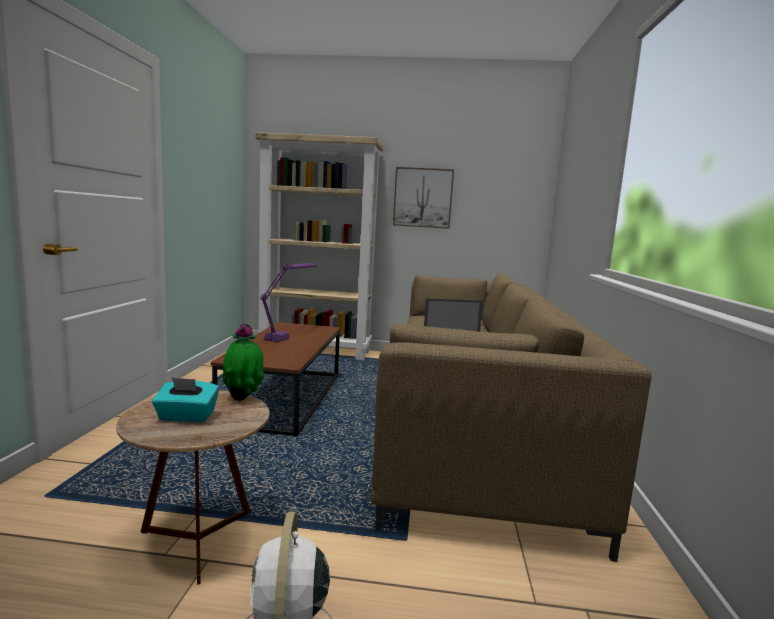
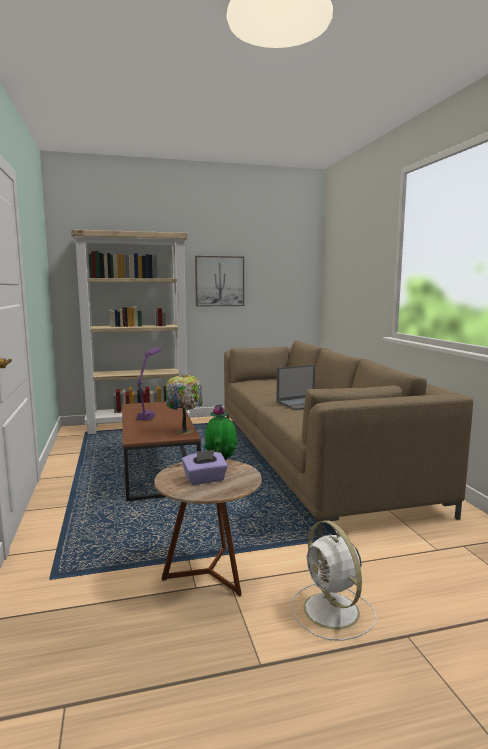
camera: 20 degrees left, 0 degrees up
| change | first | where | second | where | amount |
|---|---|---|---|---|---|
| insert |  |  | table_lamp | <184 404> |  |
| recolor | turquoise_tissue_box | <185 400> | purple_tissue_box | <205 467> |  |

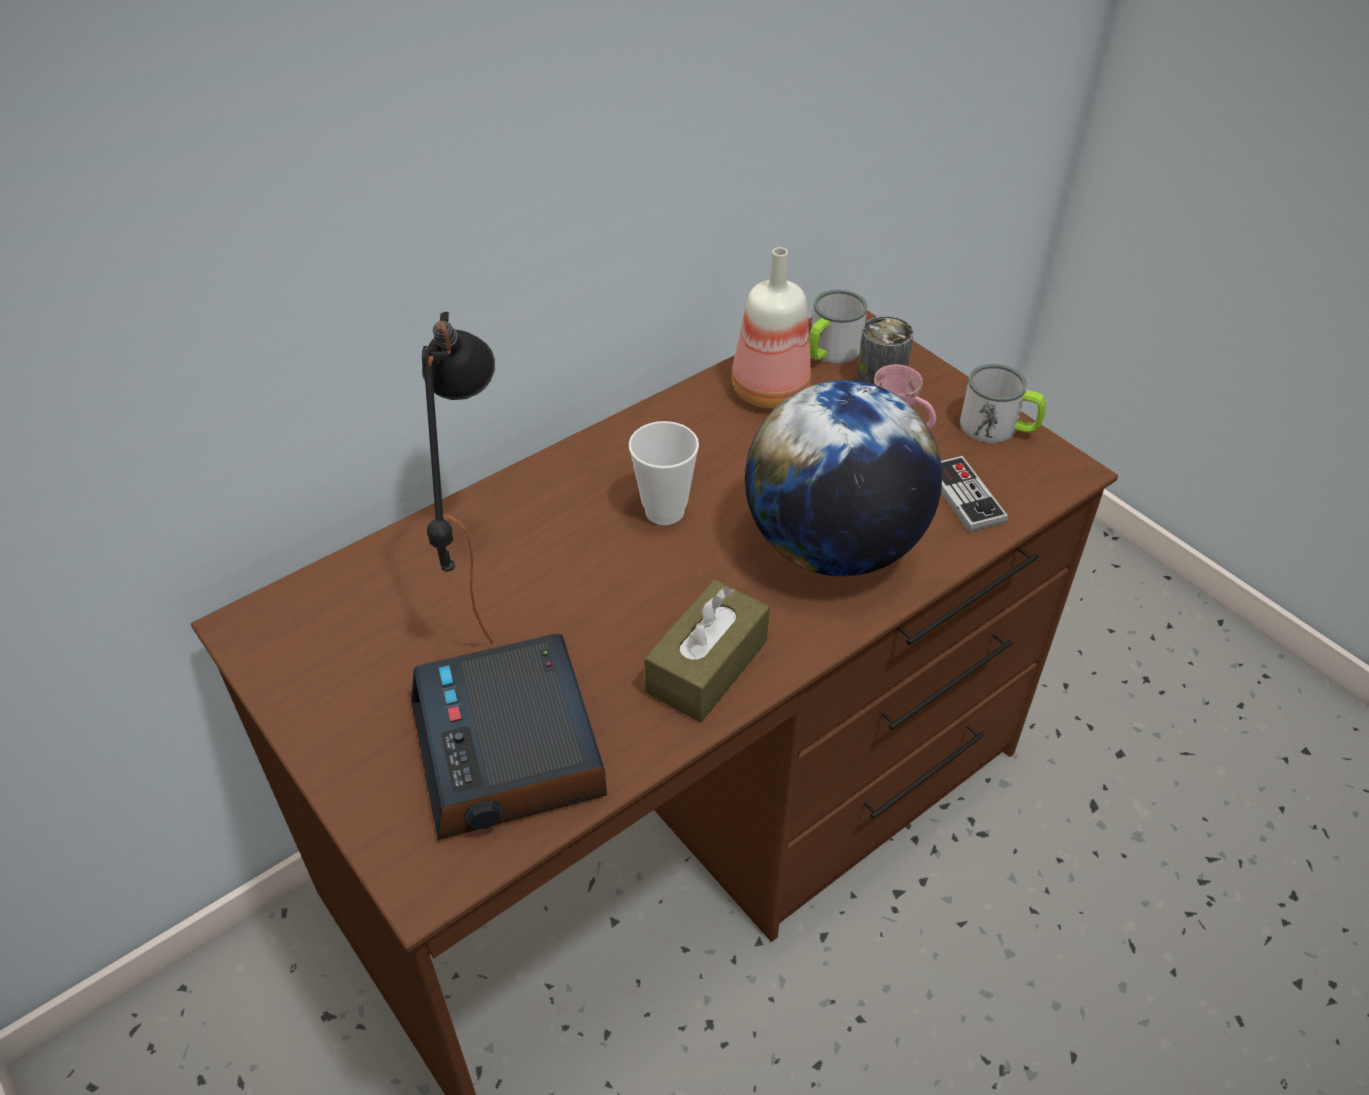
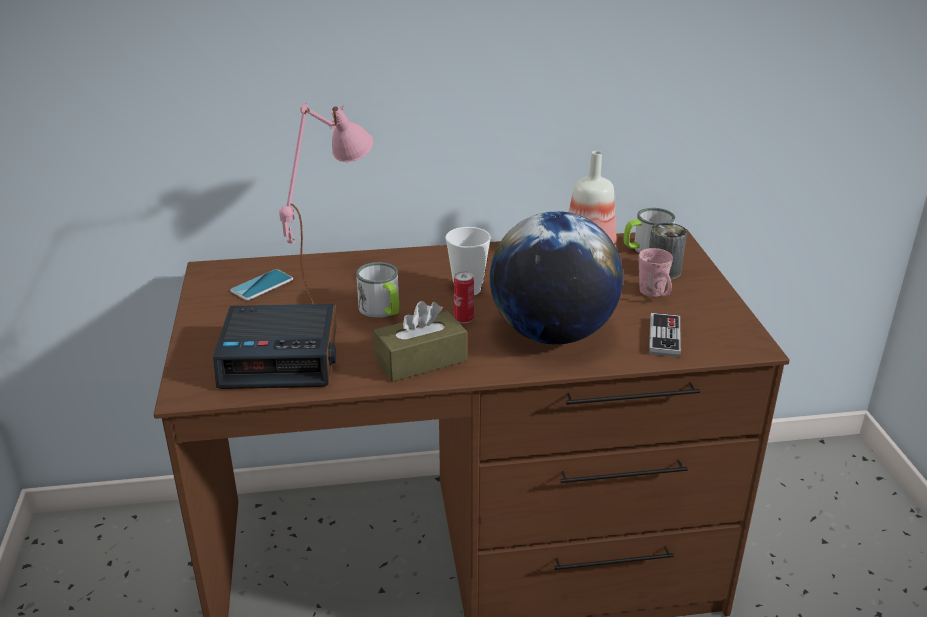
camera: 30 degrees right, 15 degrees down
| change | first | where | second | where | amount |
|---|---|---|---|---|---|
| rotate | alarm_clock | <509 737> |  | <274 346> | 105 degrees counterclockwise |
| insert |  |  | phone | <261 284> |  |
| recolor | black_table_lamp | <458 478> | pink_table_lamp | <326 203> |  |
| move | mug | <1003 403> |  | <377 290> |  |
| insert |  |  | can | <464 297> |  |

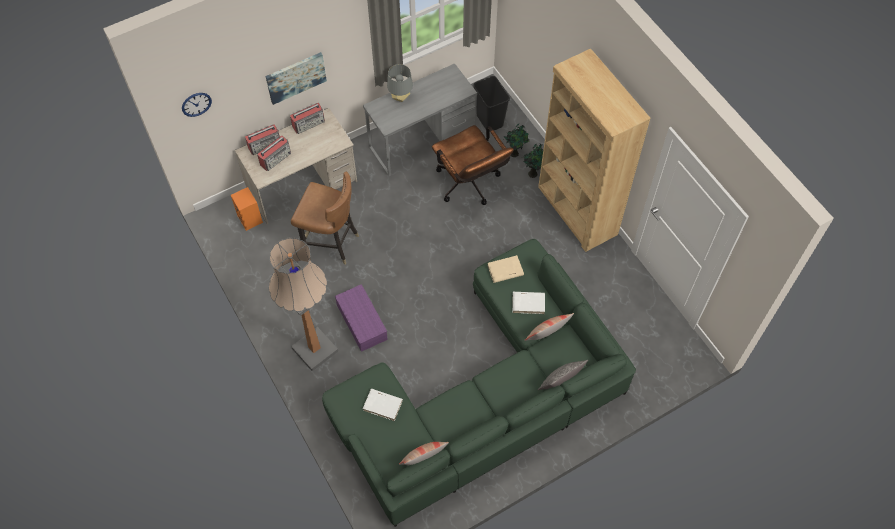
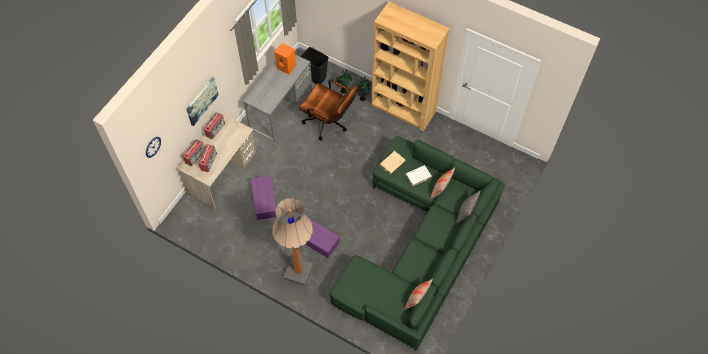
camera: 30 degrees left, 0 degrees up
| change | first | where | second | where | amount |
|---|---|---|---|---|---|
| replace | brown_chair | <325 218> | purple_storage_box | <263 198> |  |
| move | orange_speaker | <247 209> |  | <285 58> |  |
| delete | white_book | <383 404> |  |  |  |
| delete | grey_table_lamp | <400 83> |  |  |  |

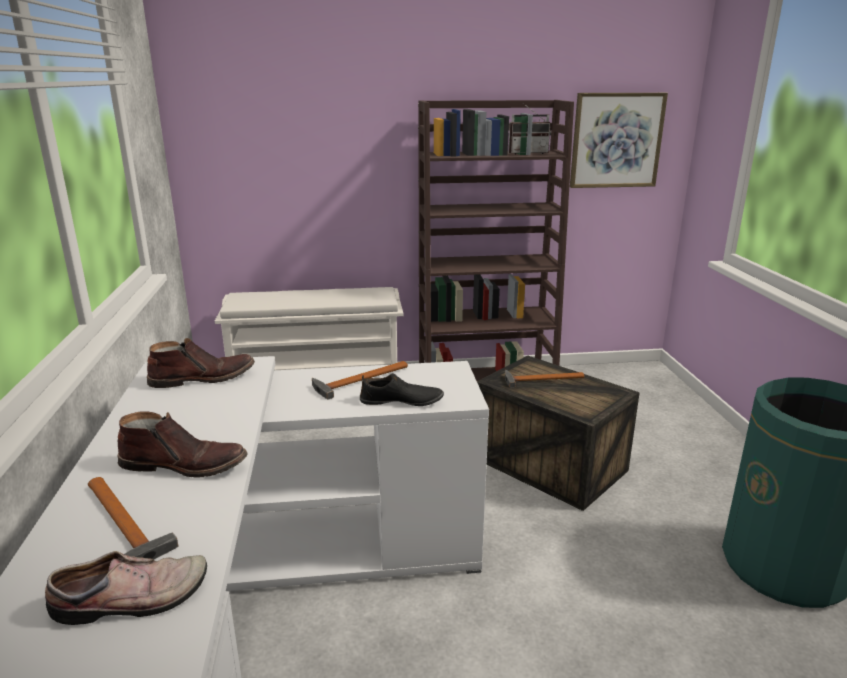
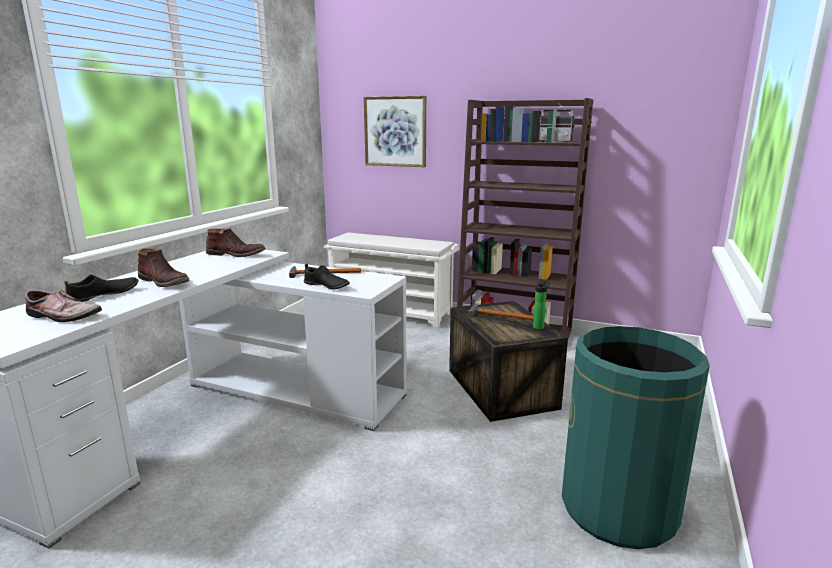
camera: 30 degrees right, 5 degrees down
| change | first | where | second | where | amount |
|---|---|---|---|---|---|
| replace | hammer | <133 518> | black_shoe | <101 288> |  |
| move | picture | <619 140> |  | <395 131> |  |
| insert |  |  | bottle | <541 305> |  |

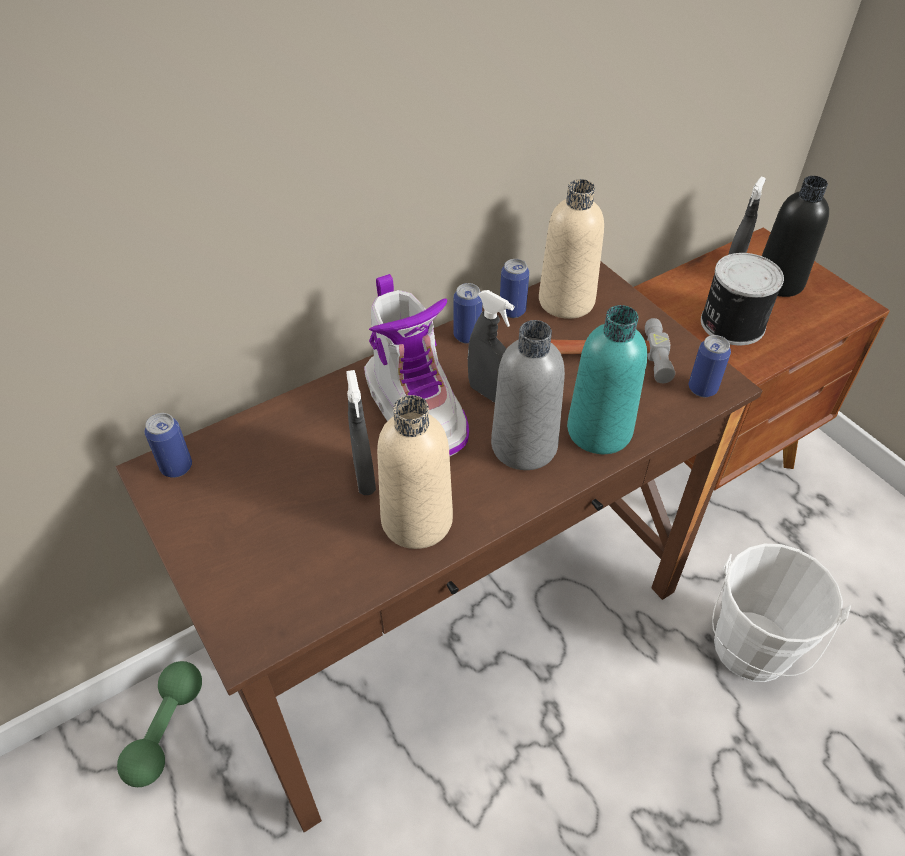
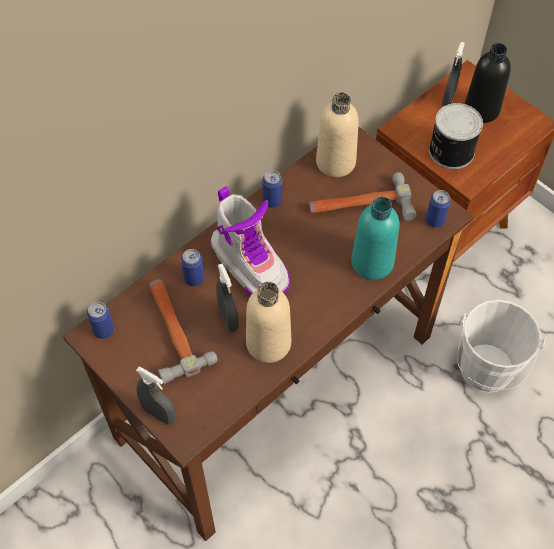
camera: 10 degrees left, 10 degrees up
| change | first | where | second | where | amount |
|---|---|---|---|---|---|
| move | grey_spray_bottle | <491 346> |  | <156 396> |  |
| insert |  |  | hammer | <183 331> |  |
| move | can | <514 288> |  | <193 267> |  |
| delete | green_dumbbell | <159 724> |  |  |  |
| delete | grey_bottle | <528 395> |  |  |  |

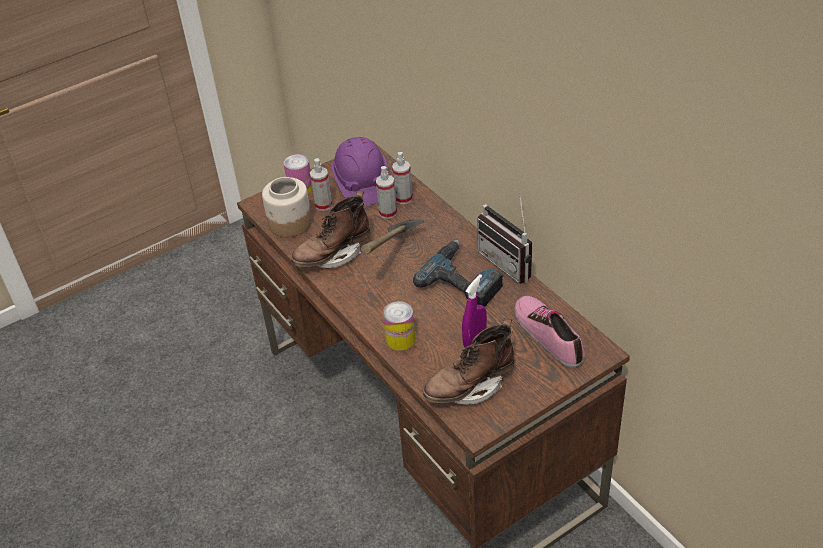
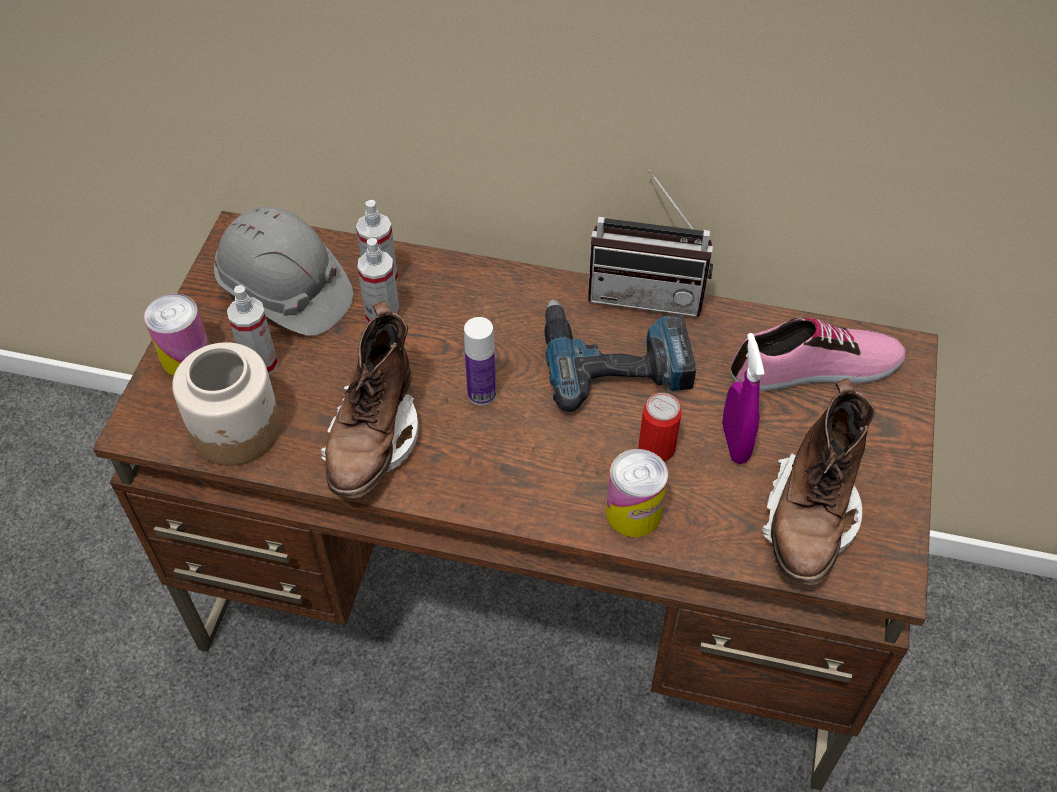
camera: 45 degrees left, 10 degrees up
| change | first | where | second | where | amount |
|---|---|---|---|---|---|
| recolor | purple_hard_hat | <360 171> | grey_hard_hat | <283 271> |  |
| replace | hammer | <392 237> | bottle | <480 361> |  |
| insert |  |  | can | <659 427> |  |
| rotate | shoe | <550 332> |  | <818 354> | 150 degrees clockwise |

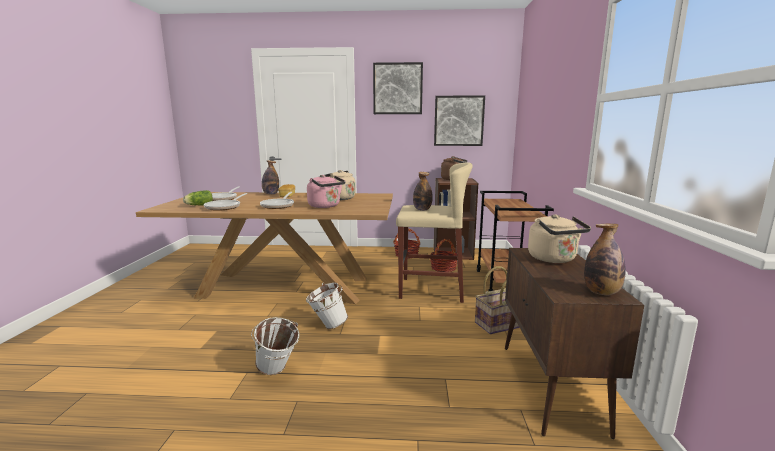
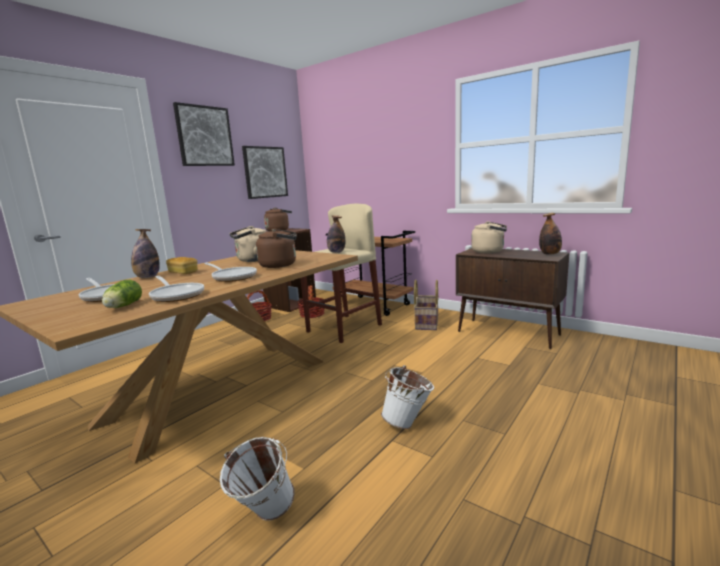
camera: 55 degrees left, 0 degrees up
| change | first | where | second | where | amount |
|---|---|---|---|---|---|
| move | white_bucket | <327 306> |  | <257 479> |  |
| recolor | pink_kettle | <326 191> | brown_kettle | <276 248> |  |

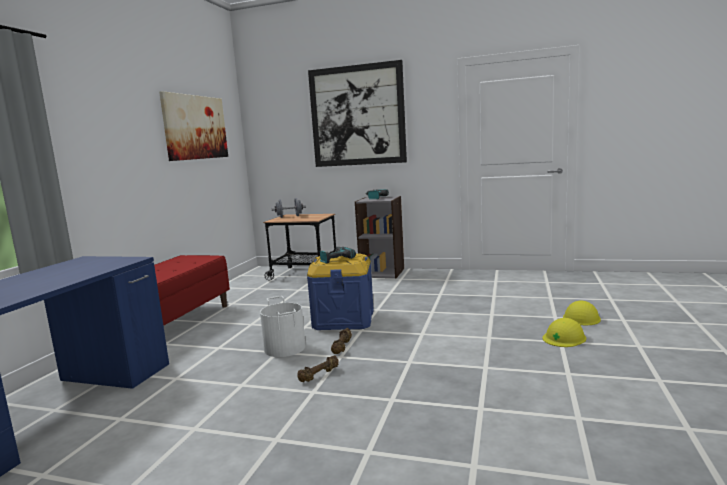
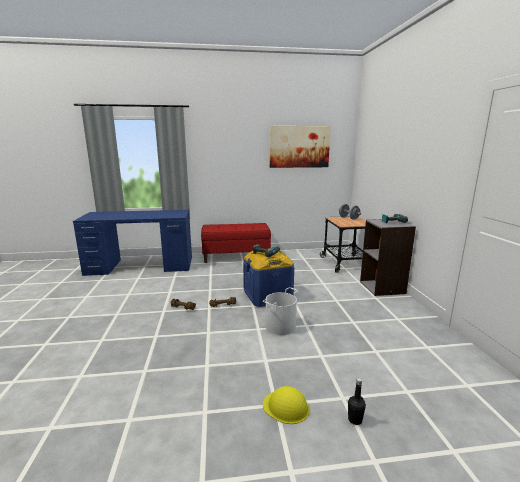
camera: 65 degrees right, 5 degrees up
| change | first | where | second | where | amount |
|---|---|---|---|---|---|
| move | white_bucket | <283 326> |  | <281 311> |  |
| replace | yellow_hard_hat | <582 313> | black_bottle | <357 401> |  |
| delete | picture | <357 113> |  |  |  |

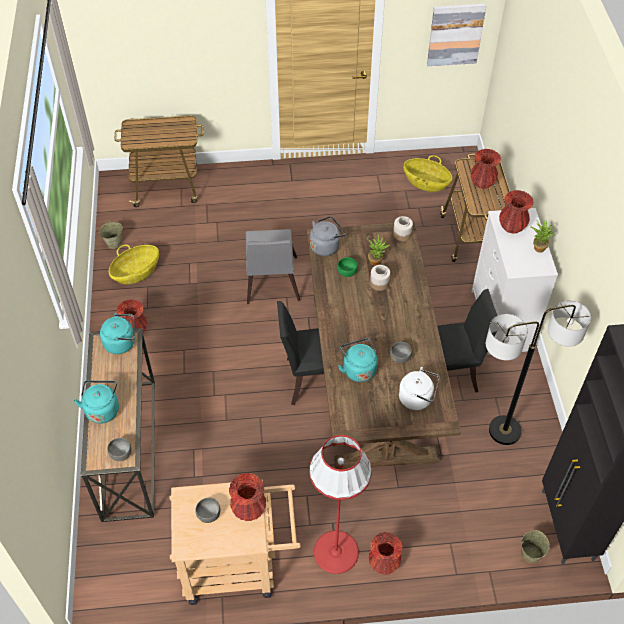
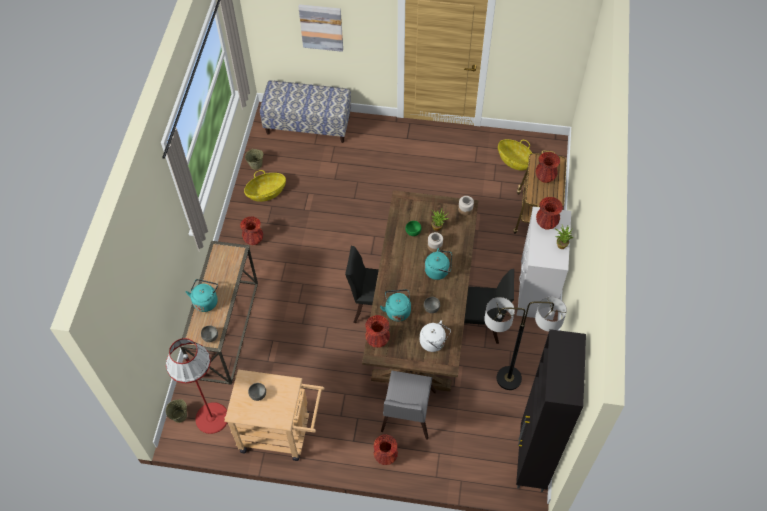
camera: 15 degrees right, 5 degrees up
| change | first | where | second | where | amount |
|---|---|---|---|---|---|
| move | red_floor_lamp | <340 504> |  | <197 386> |  |
| move | beige_bucket | <535 546> |  | <176 411> |  |
| replace | cart | <159 161> | bench | <305 111> |  |
| move | picture | <456 35> |  | <320 28> |  |
| move | red_vase | <247 497> |  | <377 331> |  |
| move | grey_chair | <272 266> |  | <408 405> |  |
| move | turquoise_kettle | <117 333> |  | <438 264> |  |
| delete | grey_kettle | <328 236> |  |  |  |

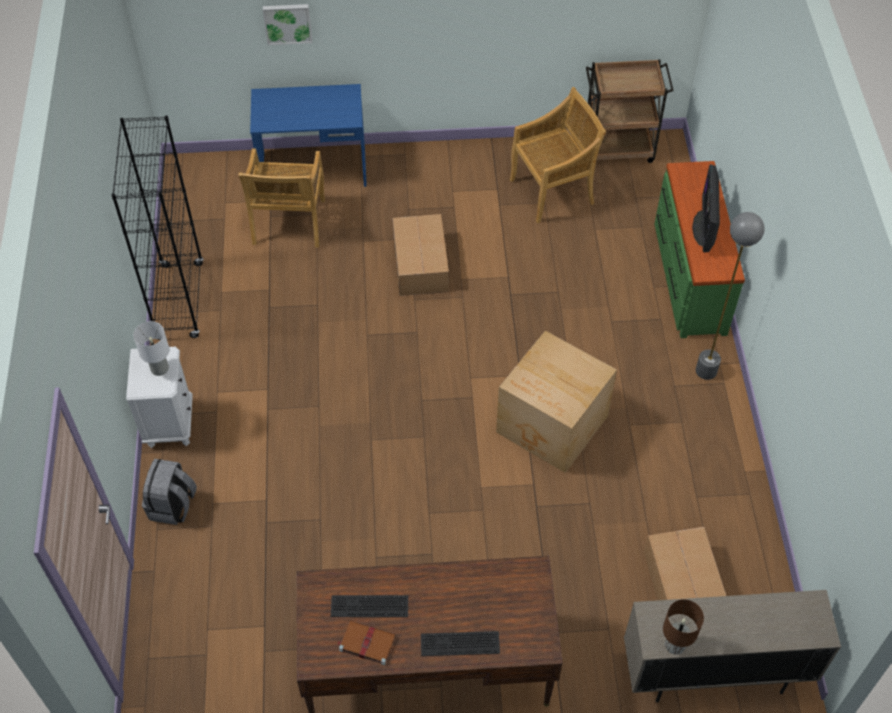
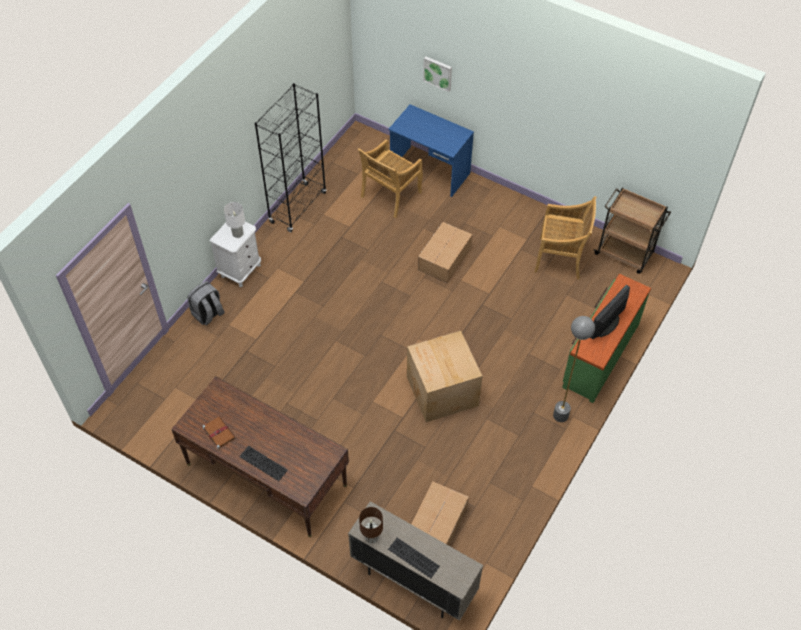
camera: 35 degrees right, 0 degrees up
| change | first | where | second | where | amount |
|---|---|---|---|---|---|
| move | keyboard | <369 606> |  | <414 558> |  |

